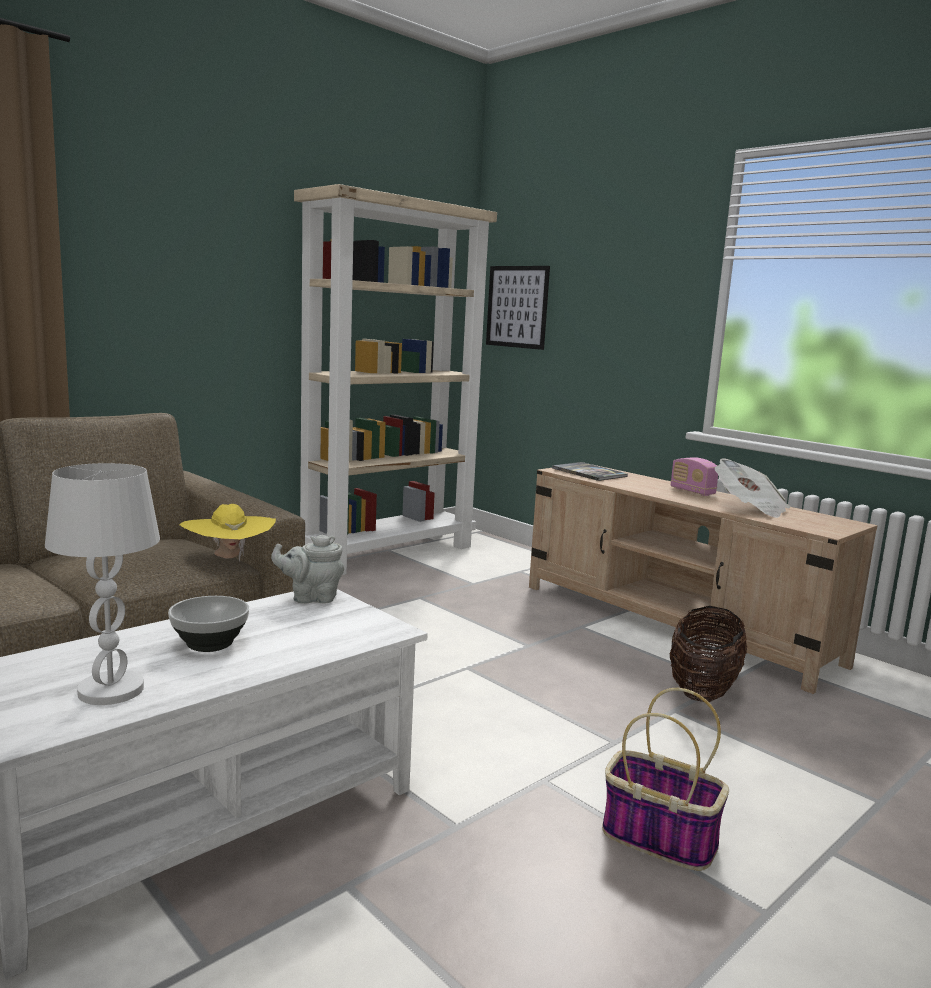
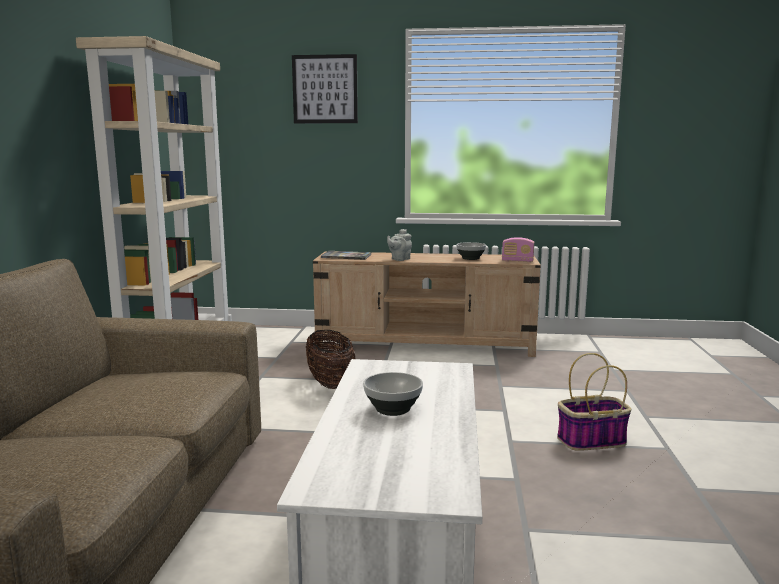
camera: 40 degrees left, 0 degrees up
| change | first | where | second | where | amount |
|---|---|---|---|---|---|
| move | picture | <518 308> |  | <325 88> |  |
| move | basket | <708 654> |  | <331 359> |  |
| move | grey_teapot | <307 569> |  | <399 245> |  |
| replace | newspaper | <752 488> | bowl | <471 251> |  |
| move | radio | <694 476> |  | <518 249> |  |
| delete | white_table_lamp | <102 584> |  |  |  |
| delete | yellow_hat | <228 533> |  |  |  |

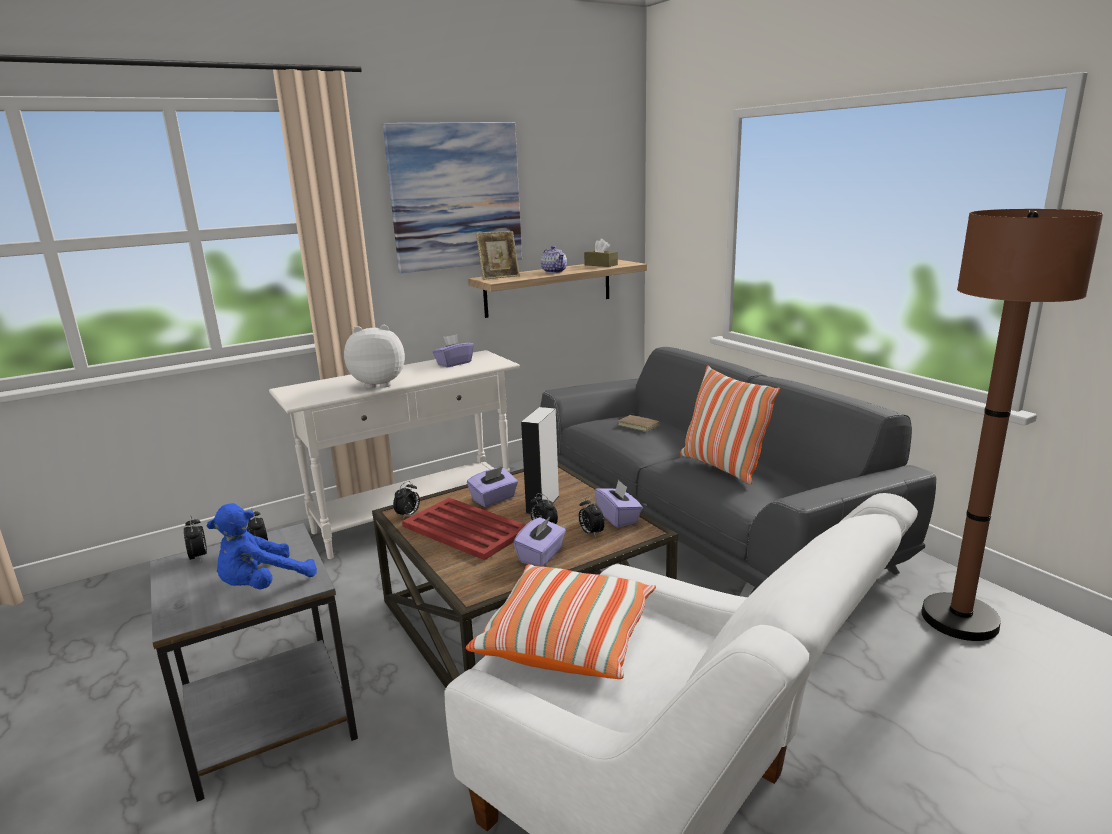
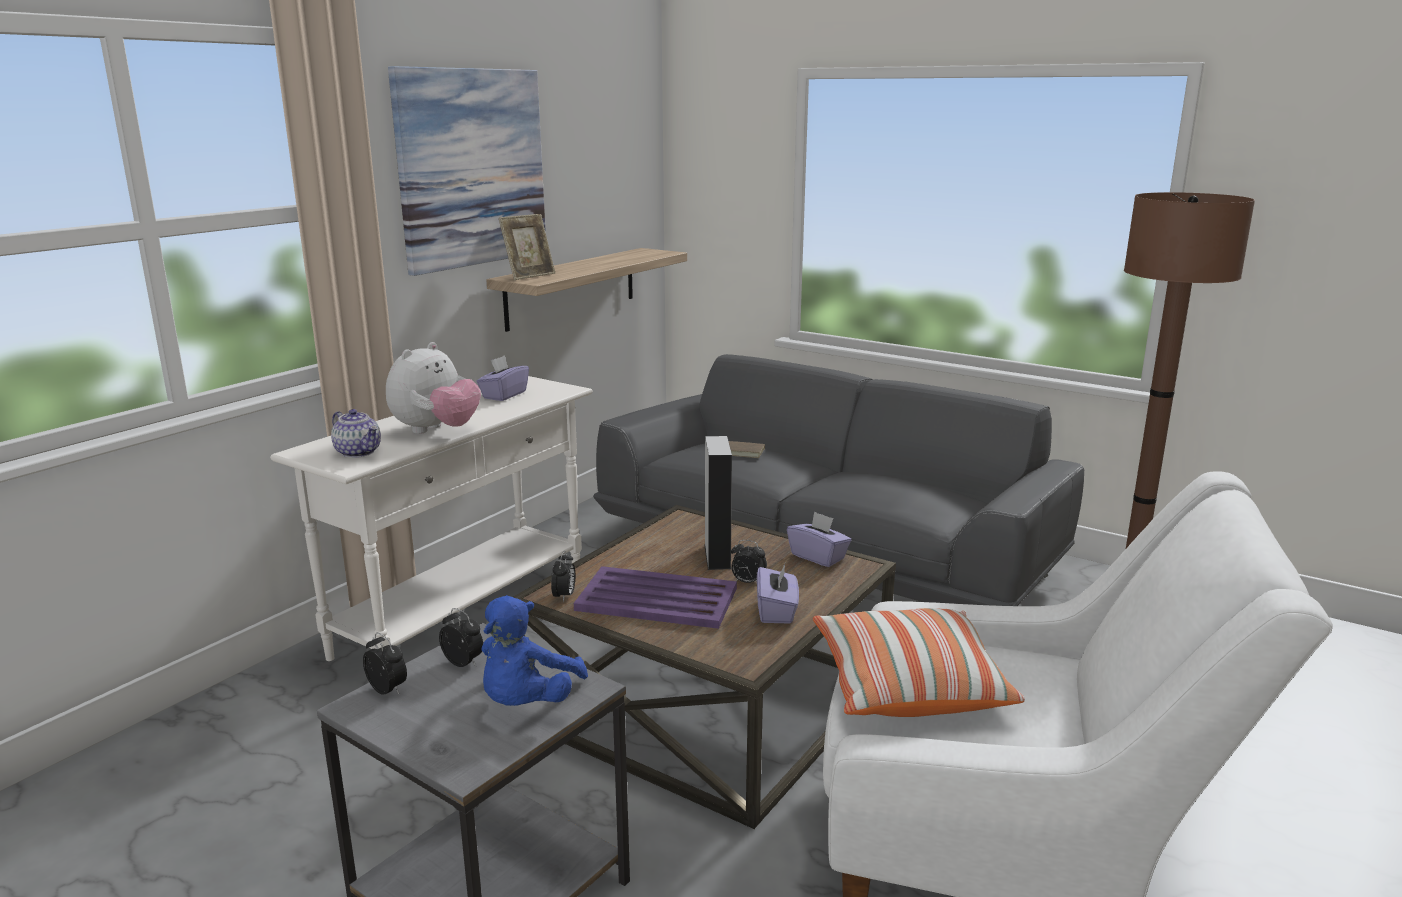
camera: 25 degrees left, 0 degrees up
| change | first | where | second | where | amount |
|---|---|---|---|---|---|
| move | teapot | <554 259> |  | <356 433> |  |
| rotate | plush_toy | <374 356> |  | <433 388> | 150 degrees clockwise |
| recolor | red_tray | <463 529> | purple_tray | <655 597> |  |
| delete | purple_tissue_box | <492 487> |  |  |  |
| delete | alarm_clock | <592 517> |  |  |  |
| delete | brown_tissue_box | <601 253> |  |  |  |
| delete | pillow | <730 425> |  |  |  |

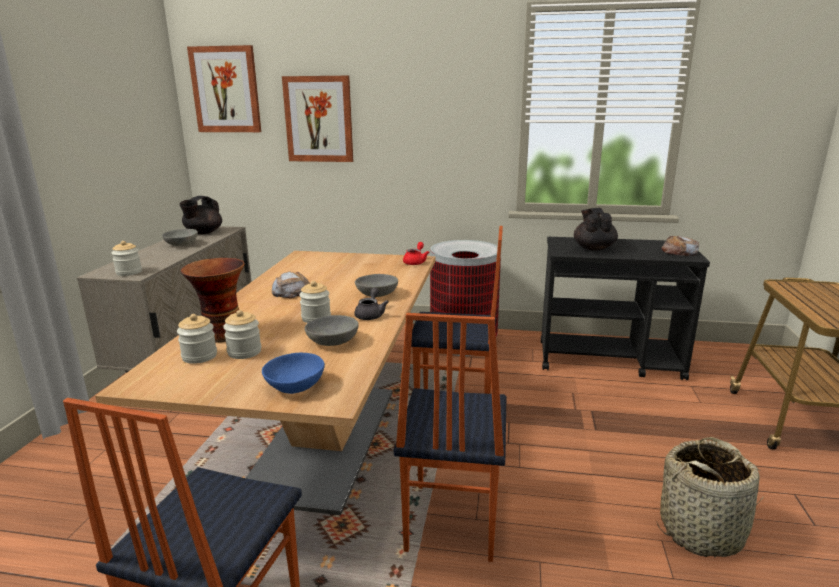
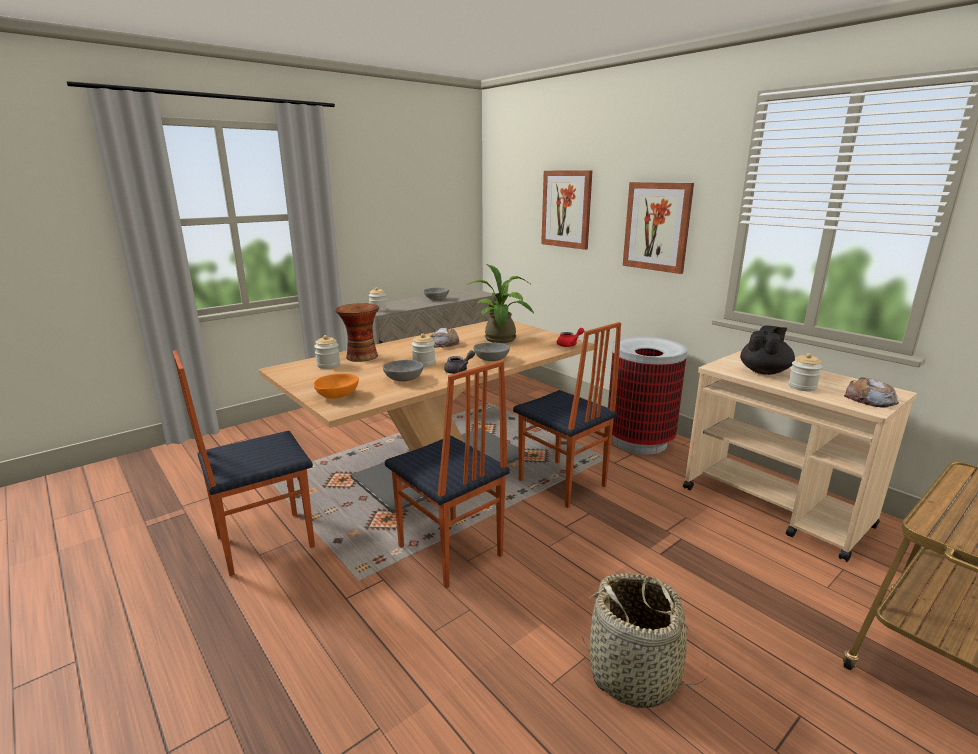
camera: 40 degrees right, 0 degrees up
| change | first | where | second | where | amount |
|---|---|---|---|---|---|
| recolor | blue_bowl | <293 373> | orange_bowl | <336 386> |  |
| rotate | chair | <450 437> |  | <447 474> | 90 degrees counterclockwise |
| insert |  |  | potted_plant | <500 303> |  |
| move | picture | <224 88> |  | <658 228> |  |
| recolor | black_cart | <625 308> | beige_cart | <800 456> |  |
| move | jar | <242 334> |  | <805 372> |  |
| delete | black_teapot | <200 215> |  |  |  |

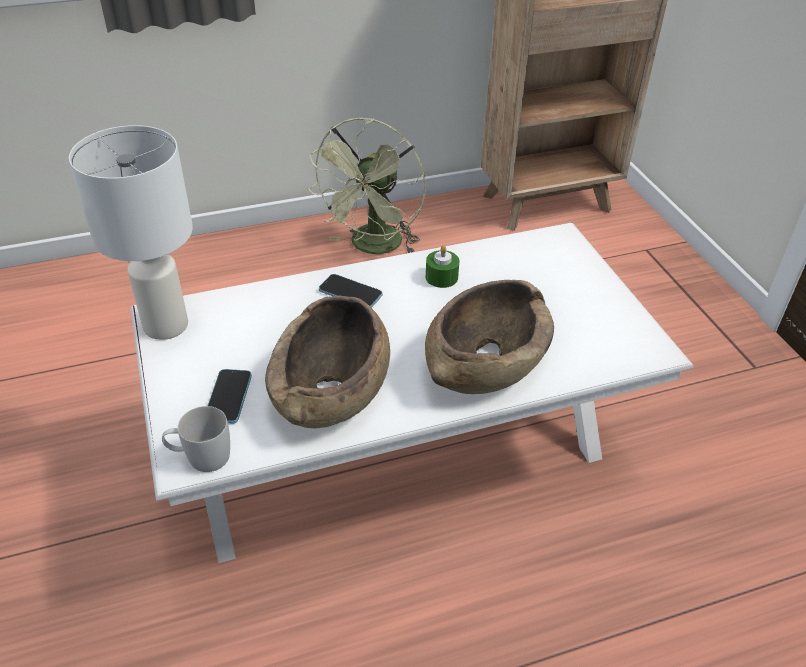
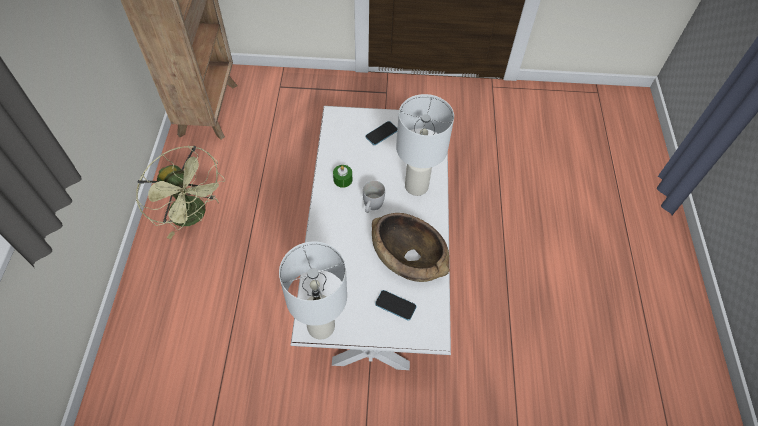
camera: 70 degrees left, 15 degrees up
| change | first | where | second | where | amount |
|---|---|---|---|---|---|
| move | white_mug | <196 439> |  | <374 196> |  |
| move | phone | <351 291> |  | <381 133> |  |
| replace | brown_bowl | <489 337> | white_table_lamp | <425 145> |  |

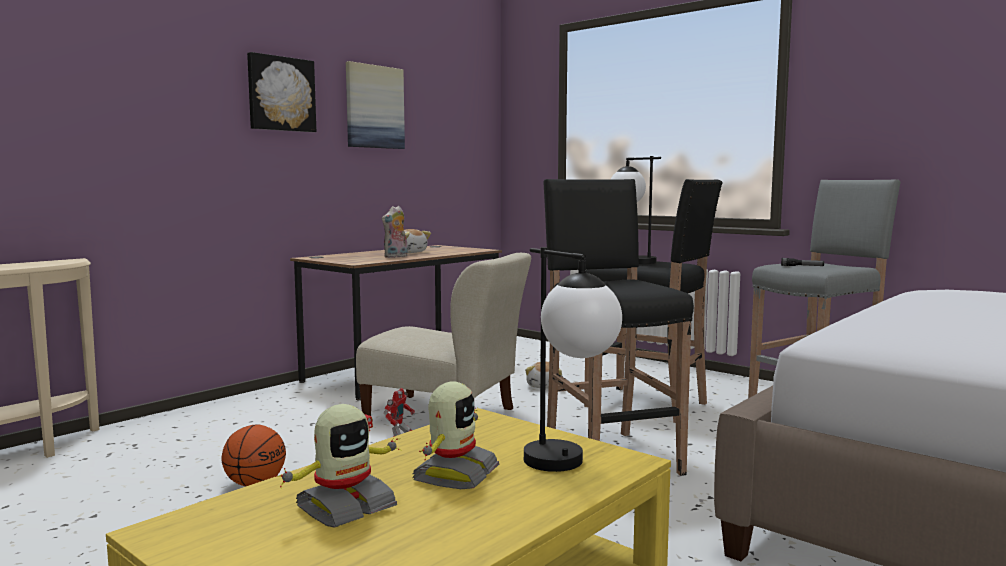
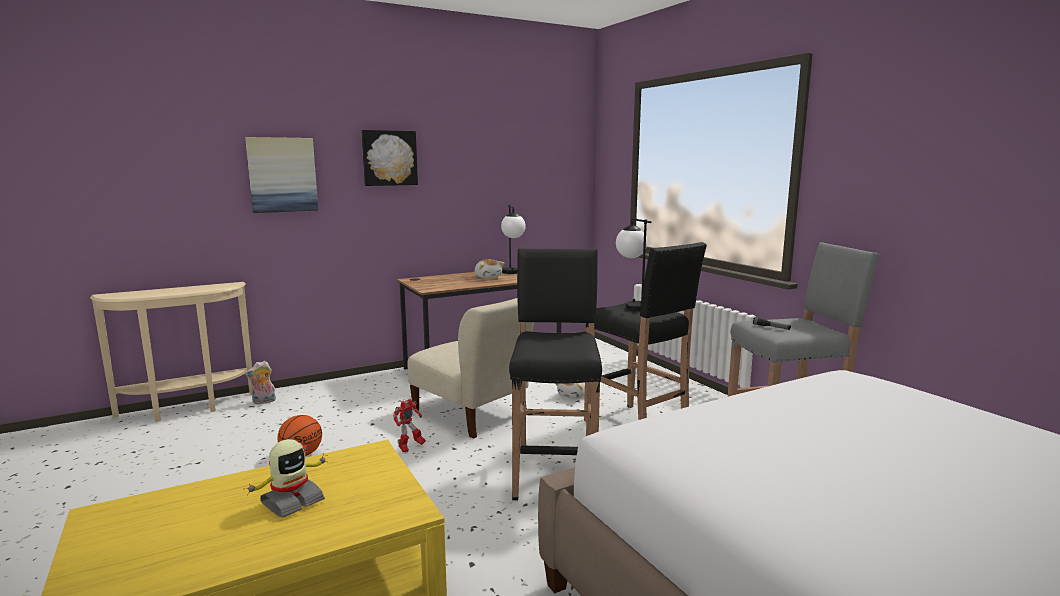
camera: 20 degrees right, 5 degrees up
| change | first | where | second | where | amount |
|---|---|---|---|---|---|
| move | picture | <375 105> |  | <281 175> |  |
| move | plush_toy | <395 232> |  | <260 382> |  |
| move | table_lamp | <573 359> |  | <513 239> |  |
| delete | toy_robot | <338 466> |  |  |  |

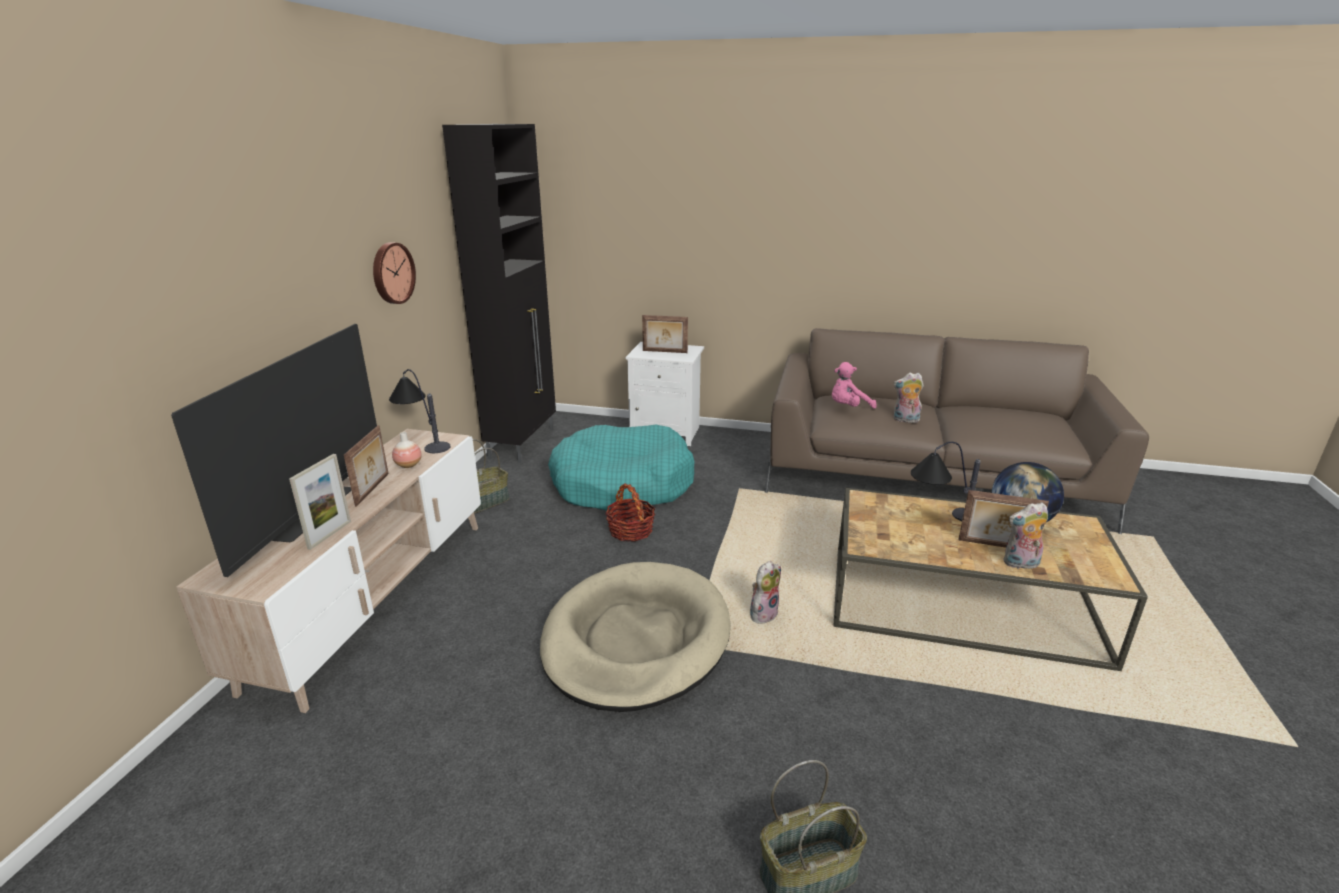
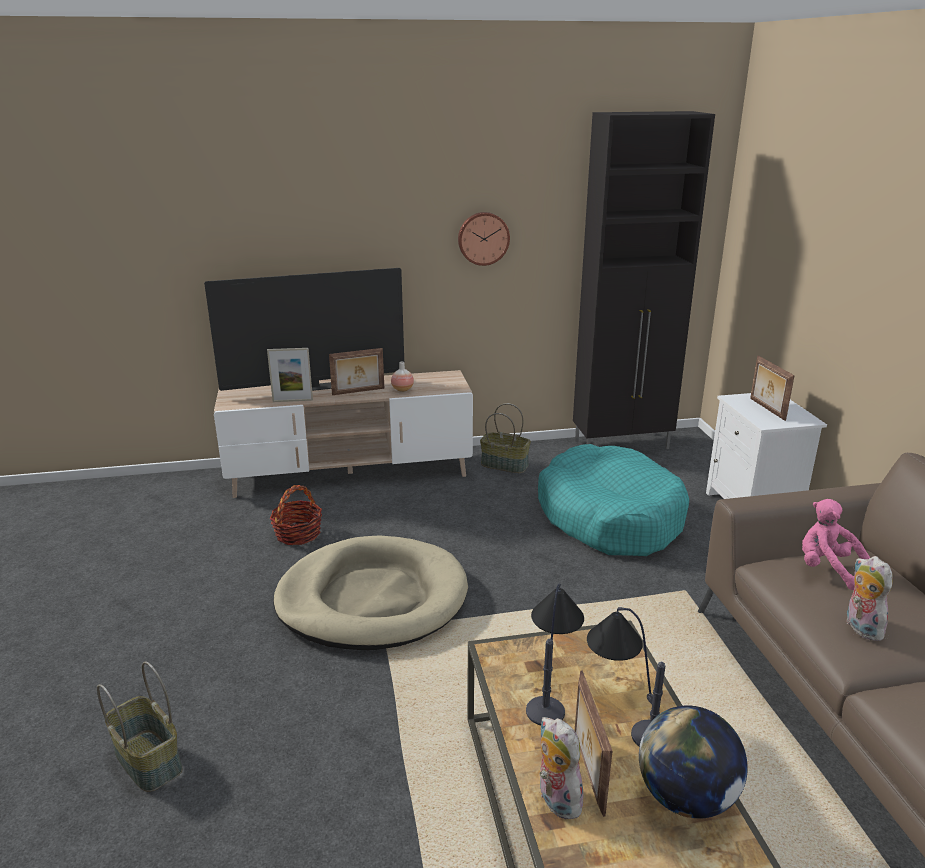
camera: 65 degrees right, 0 degrees up
| change | first | where | second | where | amount |
|---|---|---|---|---|---|
| move | basket | <630 512> |  | <295 515> |  |
| move | table_lamp | <420 411> |  | <555 654> |  |
| delete | plush_toy | <765 592> |  |  |  |

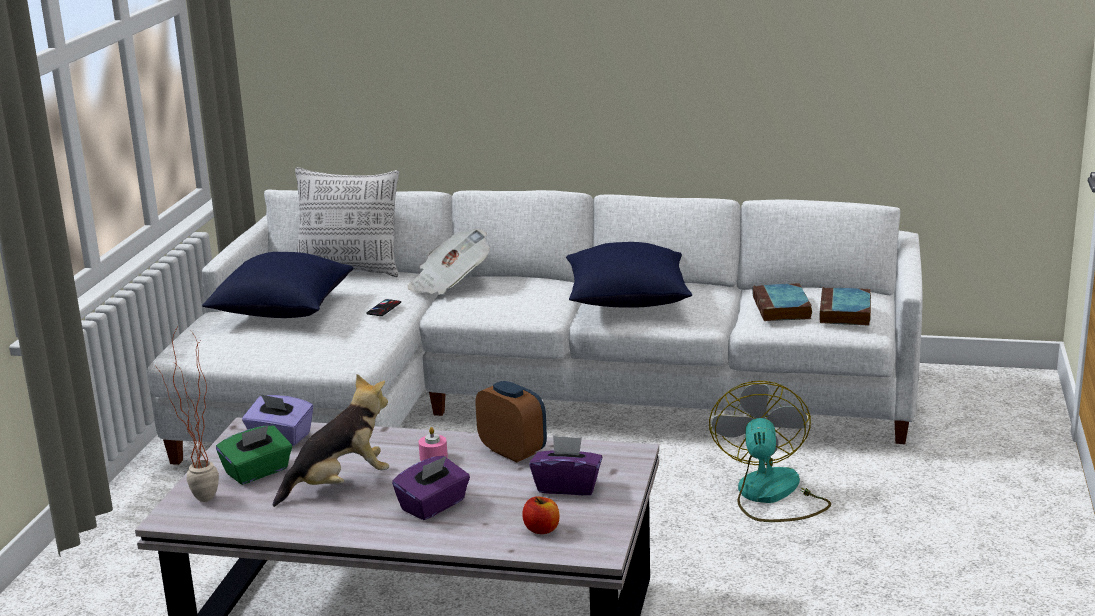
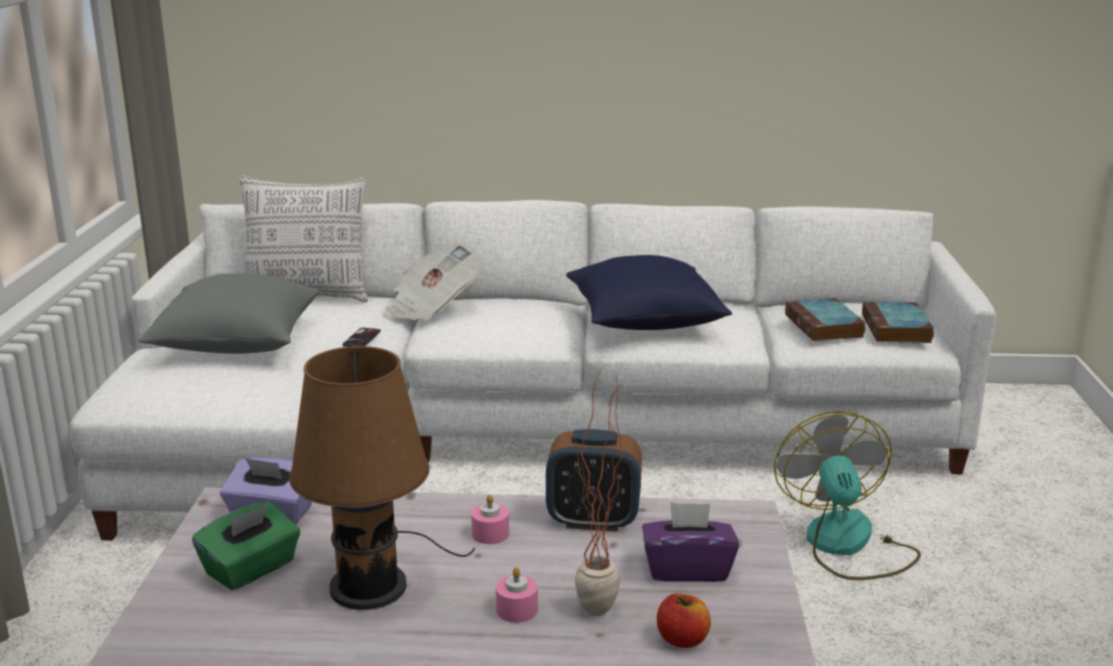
camera: 10 degrees left, 0 degrees up
| change | first | where | second | where | amount |
|---|---|---|---|---|---|
| recolor | blue_pillow | <278 285> | grey_pillow | <229 314> |  |
| replace | plush_toy | <331 440> | brown_table_lamp | <382 478> |  |
| replace | purple_tissue_box | <431 488> | pink_candle | <517 595> |  |
| rotate | alarm_clock | <511 421> |  | <594 480> | 150 degrees clockwise |
| move | potted_plant | <187 415> |  | <595 490> |  |

